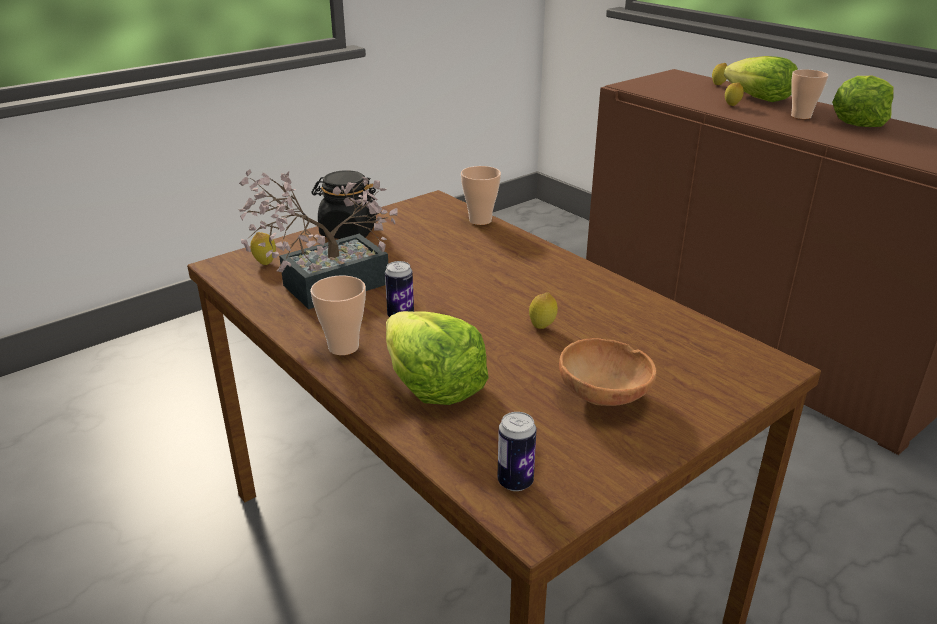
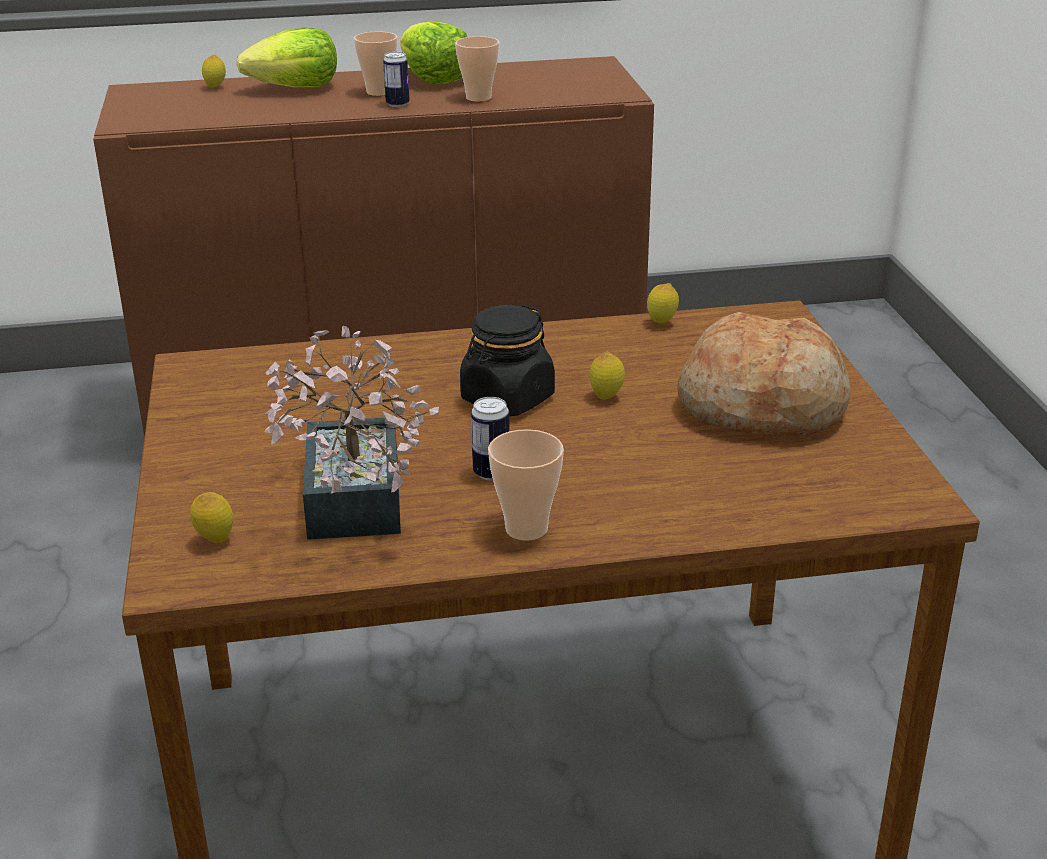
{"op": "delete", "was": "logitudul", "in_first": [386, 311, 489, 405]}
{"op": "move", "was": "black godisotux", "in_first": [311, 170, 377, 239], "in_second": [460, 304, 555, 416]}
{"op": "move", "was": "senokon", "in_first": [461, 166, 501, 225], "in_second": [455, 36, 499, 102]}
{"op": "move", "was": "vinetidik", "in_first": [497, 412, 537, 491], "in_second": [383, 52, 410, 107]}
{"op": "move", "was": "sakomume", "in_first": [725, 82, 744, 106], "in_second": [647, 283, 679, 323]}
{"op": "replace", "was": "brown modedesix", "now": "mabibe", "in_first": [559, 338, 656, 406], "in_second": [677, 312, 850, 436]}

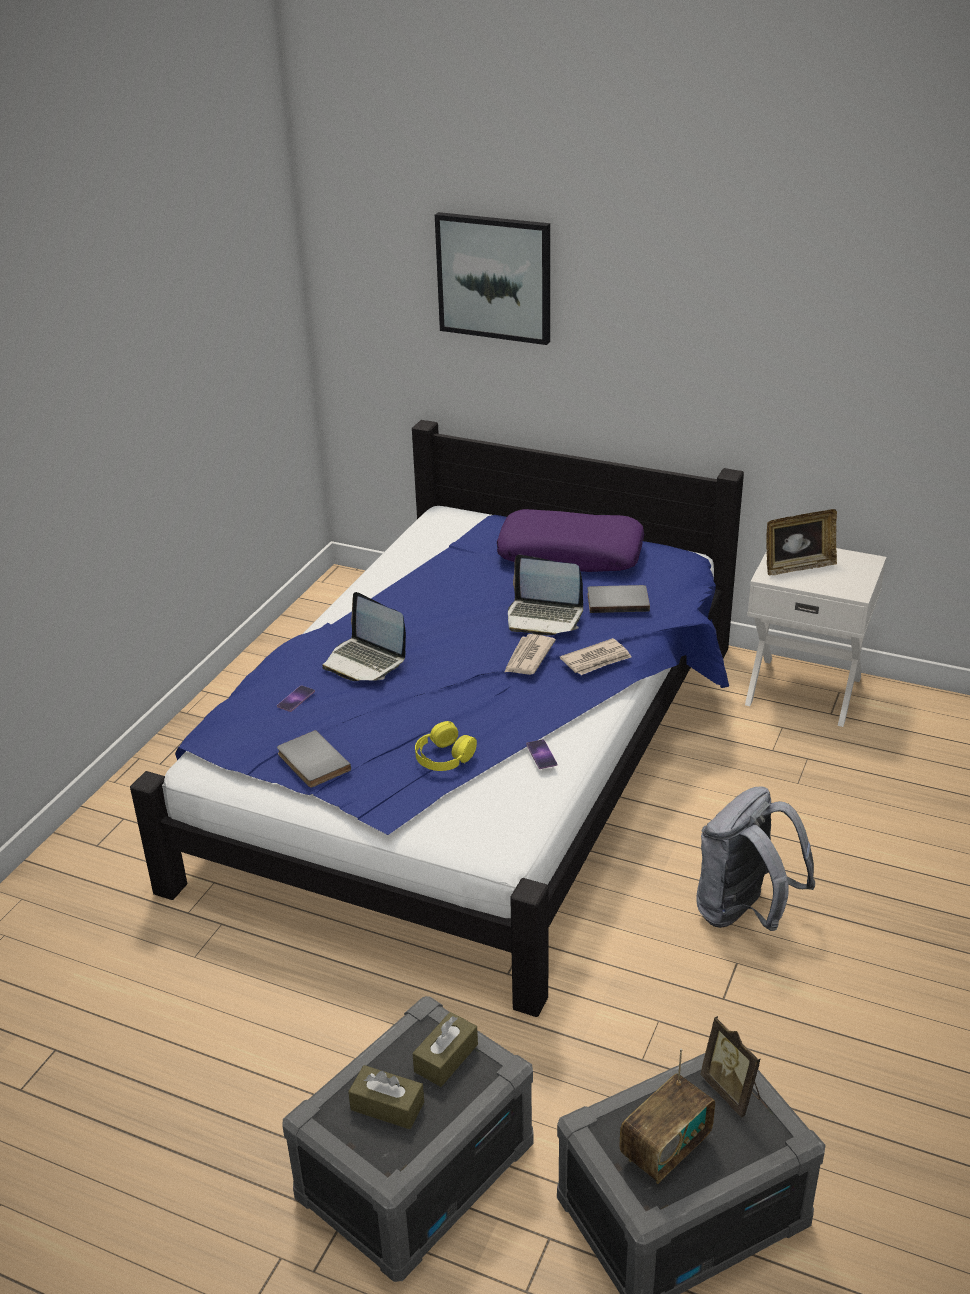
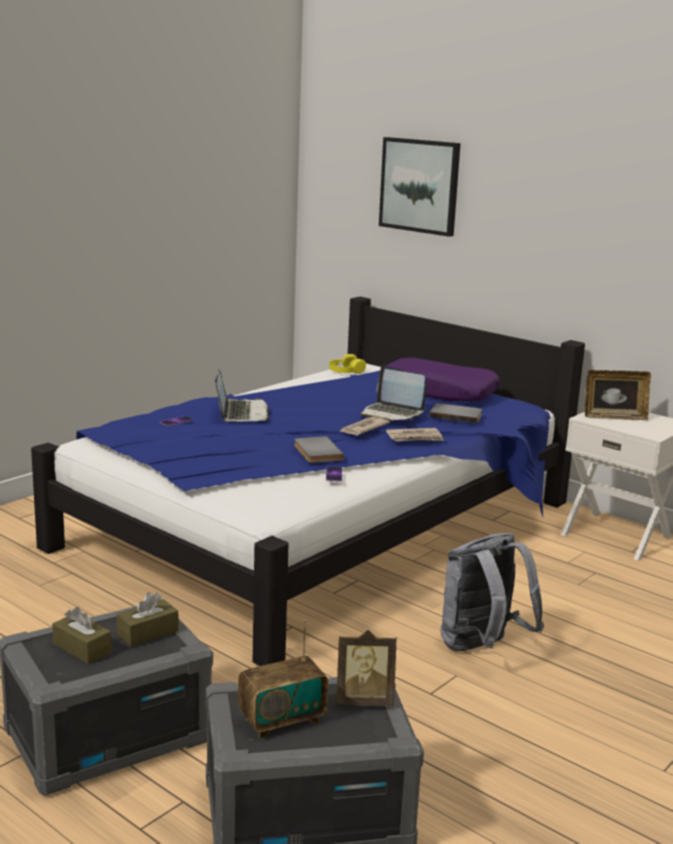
{"op": "move", "was": "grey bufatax", "in_first": [277, 730, 351, 787], "in_second": [294, 436, 344, 463]}
{"op": "move", "was": "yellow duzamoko", "in_first": [415, 721, 477, 771], "in_second": [329, 354, 366, 374]}
{"op": "rotate", "was": "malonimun", "in_first": [322, 592, 406, 681], "in_second": [215, 369, 270, 422], "clockwise": -150}
{"op": "rotate", "was": "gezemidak", "in_first": [700, 1016, 761, 1118], "in_second": [336, 630, 397, 706], "clockwise": -75}

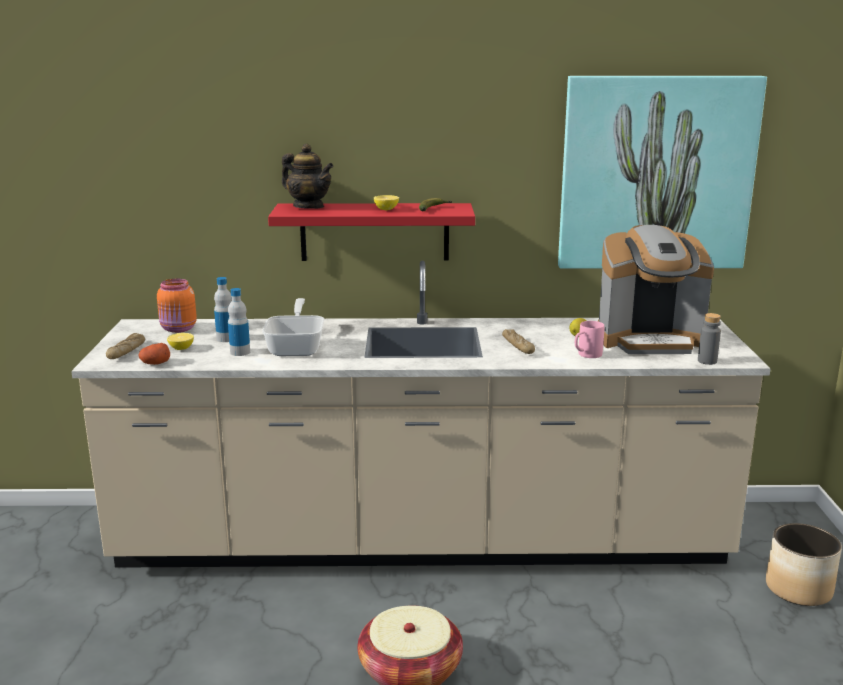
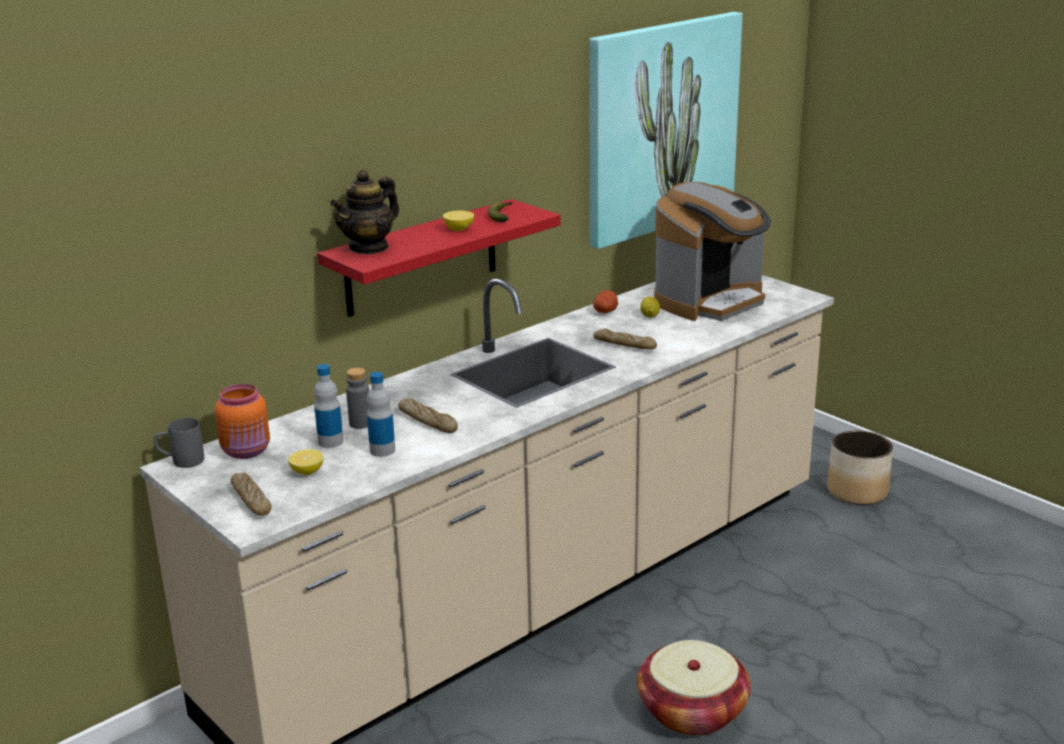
{"op": "delete", "was": "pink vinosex", "in_first": [575, 321, 604, 358]}
{"op": "insert", "now": "grey vinosex", "in_second": [153, 418, 204, 468]}
{"op": "move", "was": "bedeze", "in_first": [138, 343, 170, 365], "in_second": [593, 290, 618, 313]}
{"op": "move", "was": "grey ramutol", "in_first": [698, 313, 721, 365], "in_second": [346, 368, 369, 429]}
{"op": "replace", "was": "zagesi", "now": "mabibe", "in_first": [262, 298, 324, 356], "in_second": [398, 398, 458, 433]}
{"op": "rotate", "was": "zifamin", "in_first": [282, 144, 334, 209], "in_second": [330, 170, 399, 255], "clockwise": 135}

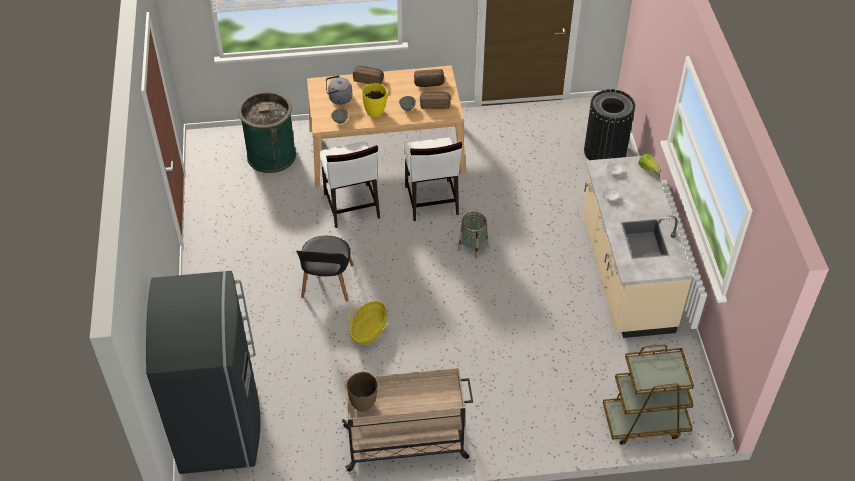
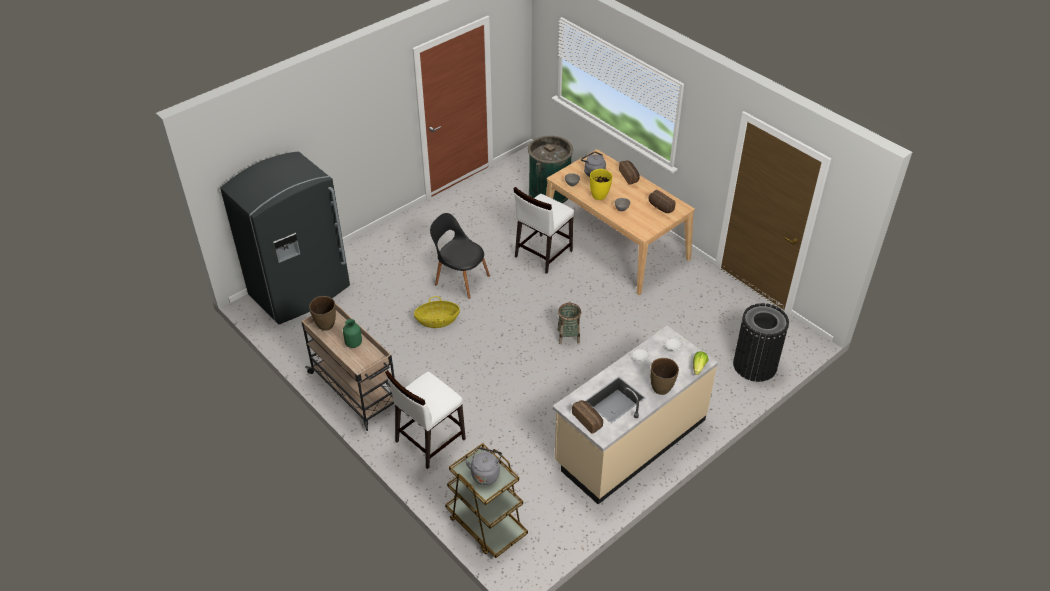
{"op": "insert", "now": "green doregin", "in_second": [343, 319, 362, 348]}
{"op": "insert", "now": "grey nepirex", "in_second": [465, 447, 502, 485]}
{"op": "insert", "now": "brown doregin", "in_second": [650, 358, 679, 395]}
{"op": "move", "was": "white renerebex", "in_first": [403, 137, 462, 221], "in_second": [385, 370, 466, 469]}
{"op": "move", "was": "mabibe", "in_first": [420, 92, 451, 109], "in_second": [572, 400, 603, 434]}
{"op": "rotate", "was": "black renerebex", "in_first": [296, 236, 354, 302], "in_second": [430, 213, 490, 299], "clockwise": 60}

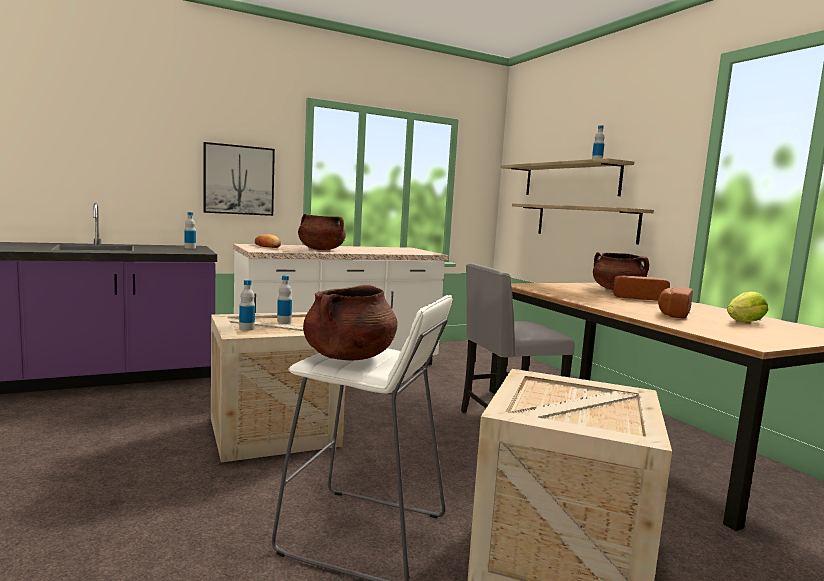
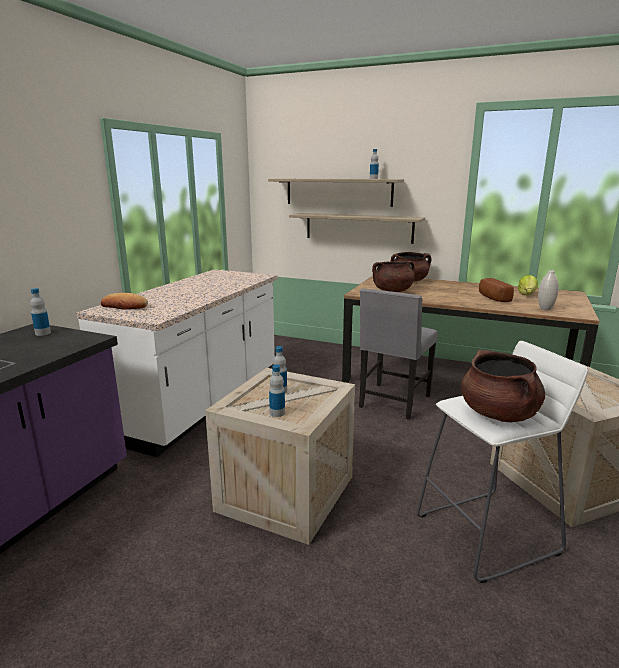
{"op": "delete", "was": "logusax", "in_first": [203, 142, 275, 216]}
{"op": "delete", "was": "mabibe", "in_first": [613, 275, 670, 301]}
{"op": "insert", "now": "white doregin", "in_second": [538, 270, 559, 310]}
{"op": "move", "was": "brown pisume", "in_first": [298, 214, 346, 250], "in_second": [372, 261, 415, 292]}

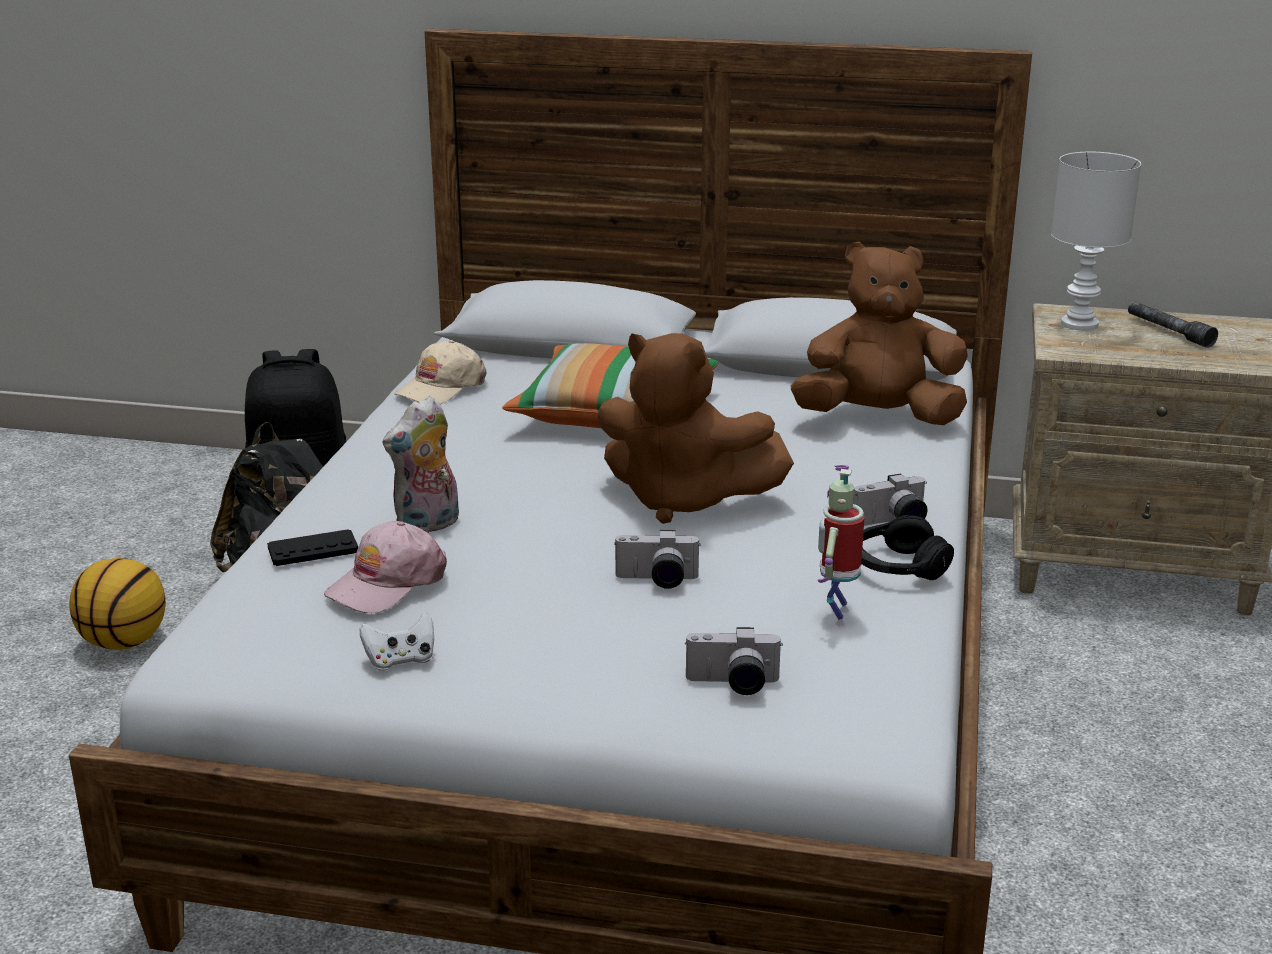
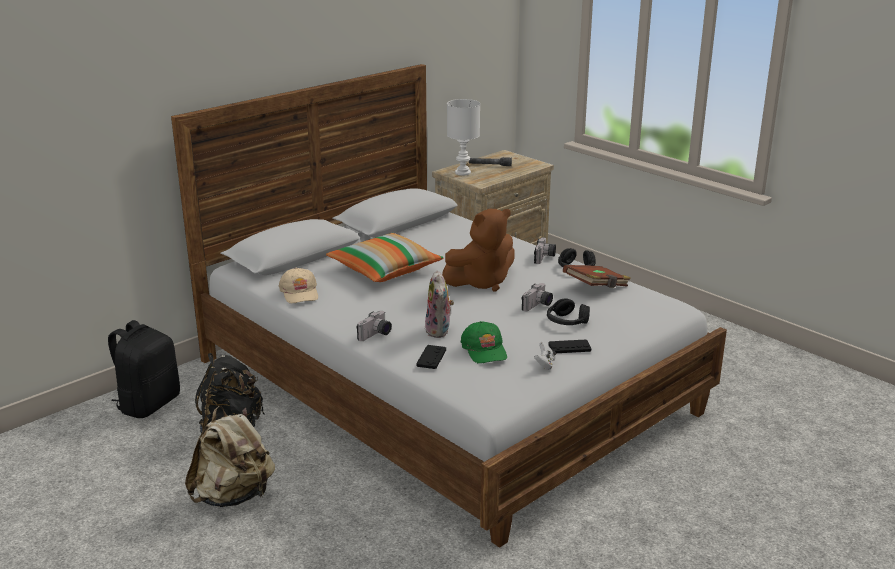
{"op": "delete", "was": "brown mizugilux", "in_first": [791, 242, 968, 425]}
{"op": "insert", "now": "black duzamoko", "in_second": [547, 298, 590, 325]}
{"op": "insert", "now": "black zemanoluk", "in_second": [548, 340, 591, 353]}
{"op": "move", "was": "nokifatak", "in_first": [685, 627, 783, 695], "in_second": [356, 311, 392, 341]}
{"op": "replace", "was": "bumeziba", "now": "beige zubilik", "in_first": [69, 558, 166, 650], "in_second": [185, 406, 275, 507]}
{"op": "replace", "was": "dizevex", "now": "brown bufatax", "in_first": [817, 465, 864, 626], "in_second": [563, 265, 631, 288]}
{"op": "recolor", "was": "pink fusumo", "now": "green fusumo", "in_first": [324, 521, 447, 613], "in_second": [460, 321, 507, 363]}

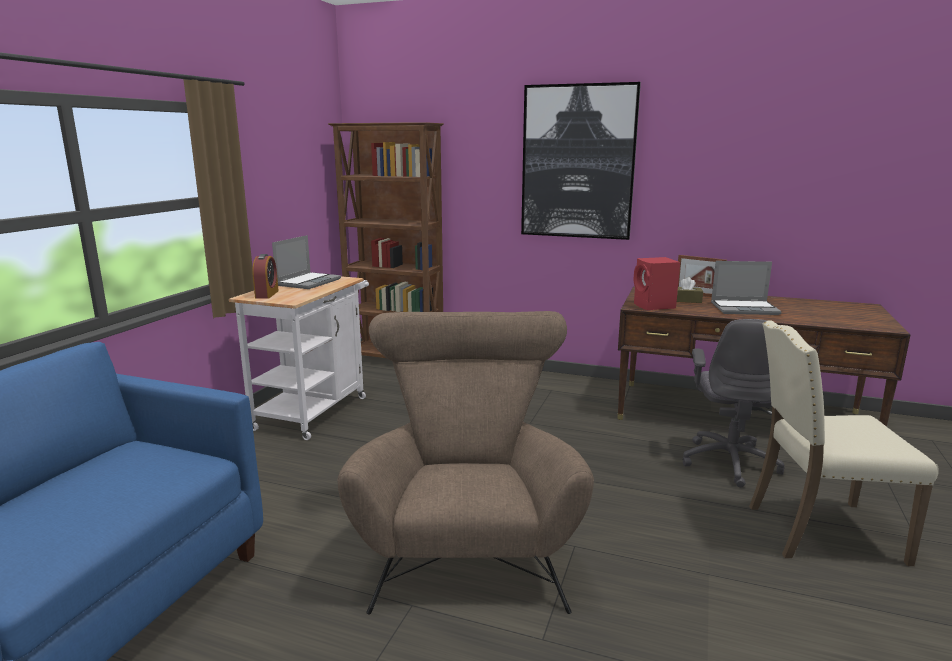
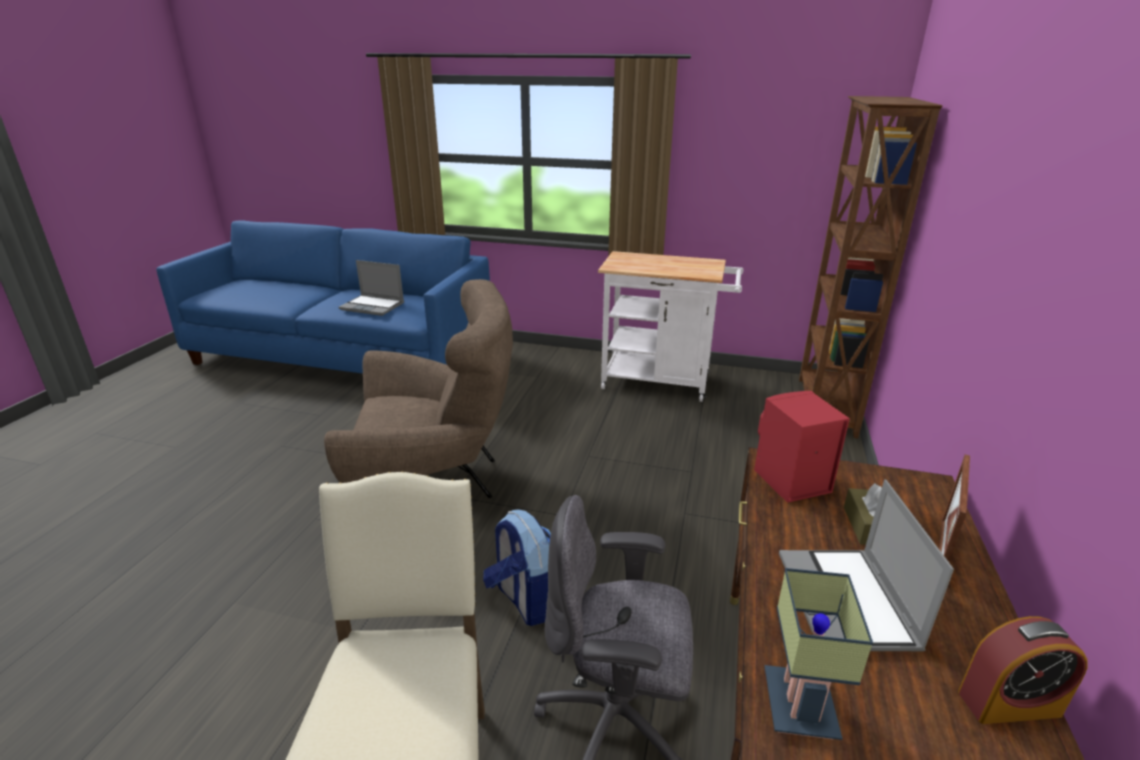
{"op": "delete", "was": "logusax", "in_first": [521, 82, 641, 240]}
{"op": "insert", "now": "zubilik", "in_second": [483, 510, 551, 626]}
{"op": "insert", "now": "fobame", "in_second": [764, 568, 873, 740]}
{"op": "move", "was": "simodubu", "in_first": [252, 254, 279, 299], "in_second": [958, 616, 1088, 724]}
{"op": "move", "was": "malonimun", "in_first": [272, 235, 341, 289], "in_second": [339, 260, 404, 316]}

